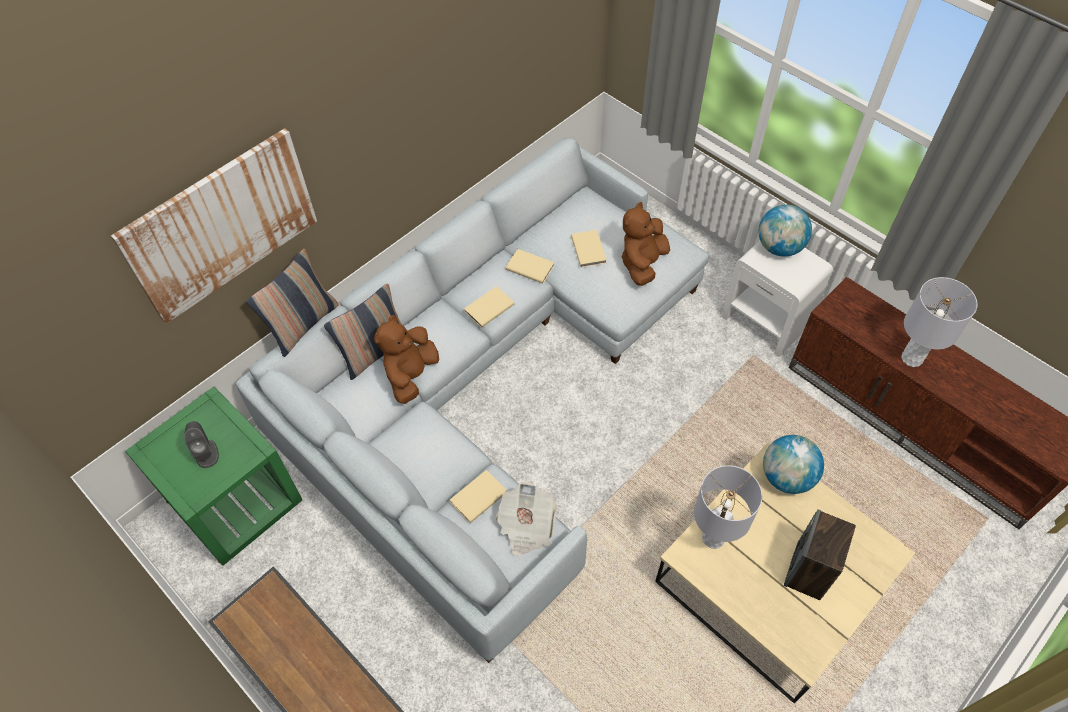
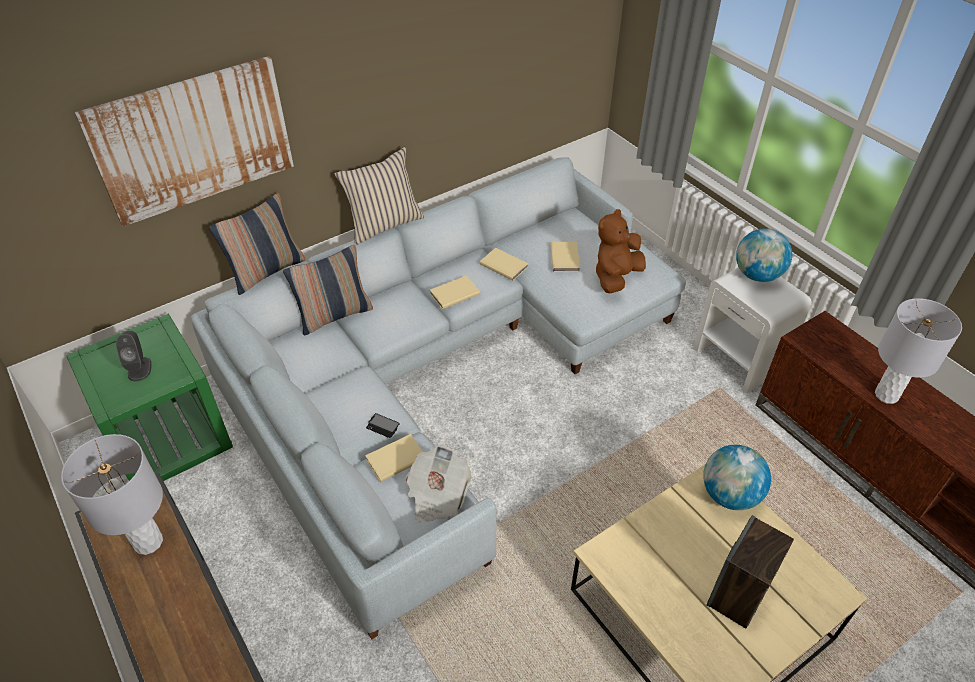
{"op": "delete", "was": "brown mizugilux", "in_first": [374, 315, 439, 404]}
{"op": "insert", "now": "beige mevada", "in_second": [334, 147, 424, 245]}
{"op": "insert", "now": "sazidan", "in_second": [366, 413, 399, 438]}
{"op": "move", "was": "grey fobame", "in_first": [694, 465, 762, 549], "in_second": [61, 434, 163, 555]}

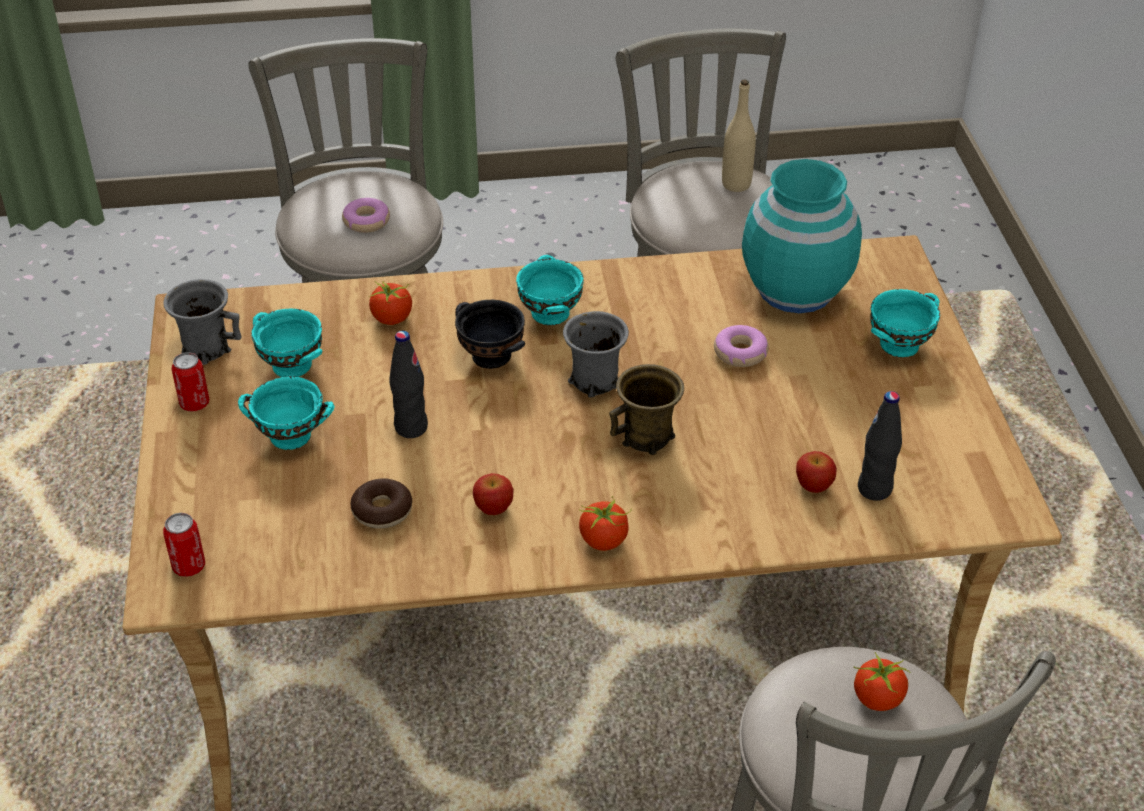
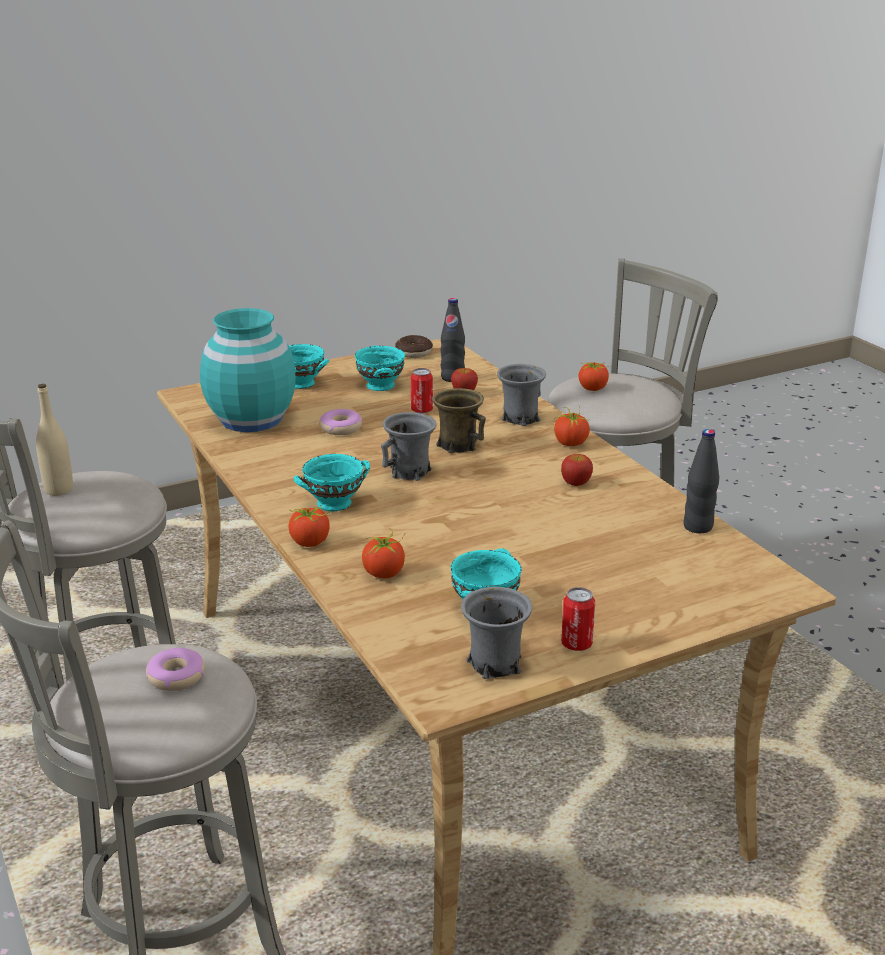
{"op": "delete", "was": "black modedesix", "in_first": [455, 300, 525, 369]}
{"op": "insert", "now": "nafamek", "in_second": [289, 505, 330, 547]}
{"op": "insert", "now": "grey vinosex", "in_second": [497, 364, 546, 426]}
{"op": "move", "was": "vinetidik", "in_first": [163, 513, 205, 577], "in_second": [411, 368, 433, 414]}
{"op": "move", "was": "turquoise modedesix", "in_first": [238, 376, 335, 450], "in_second": [355, 346, 405, 391]}
{"op": "move", "was": "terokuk", "in_first": [350, 478, 412, 529], "in_second": [395, 335, 433, 358]}
{"op": "move", "was": "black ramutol", "in_first": [389, 331, 428, 438], "in_second": [683, 429, 719, 533]}

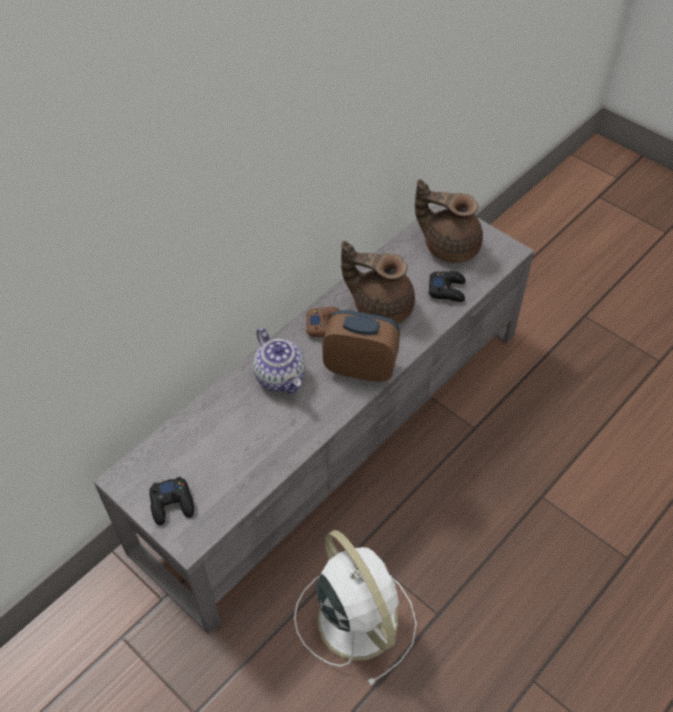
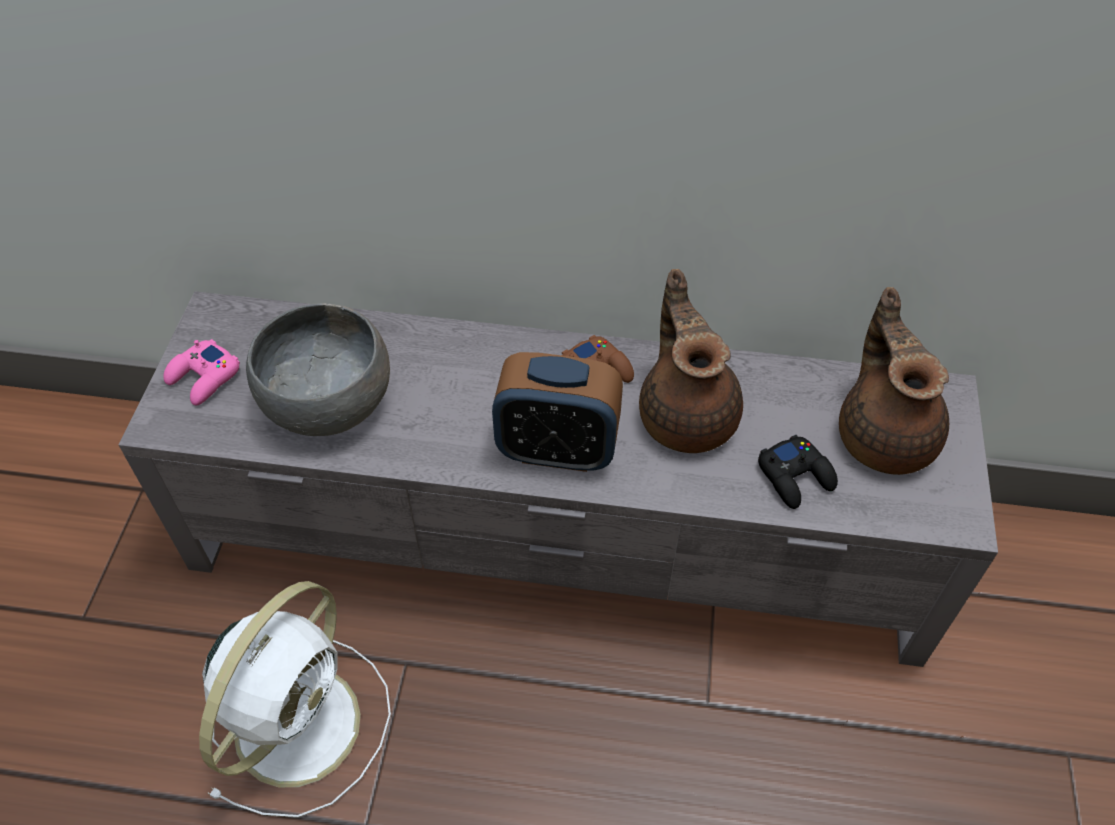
{"op": "delete", "was": "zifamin", "in_first": [253, 328, 306, 394]}
{"op": "insert", "now": "grey modedesix", "in_second": [246, 303, 390, 436]}
{"op": "recolor", "was": "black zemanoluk", "now": "pink zemanoluk", "in_first": [149, 476, 194, 525], "in_second": [163, 339, 240, 406]}
{"op": "rotate", "was": "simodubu", "in_first": [322, 310, 400, 382], "in_second": [492, 352, 623, 472], "clockwise": 120}

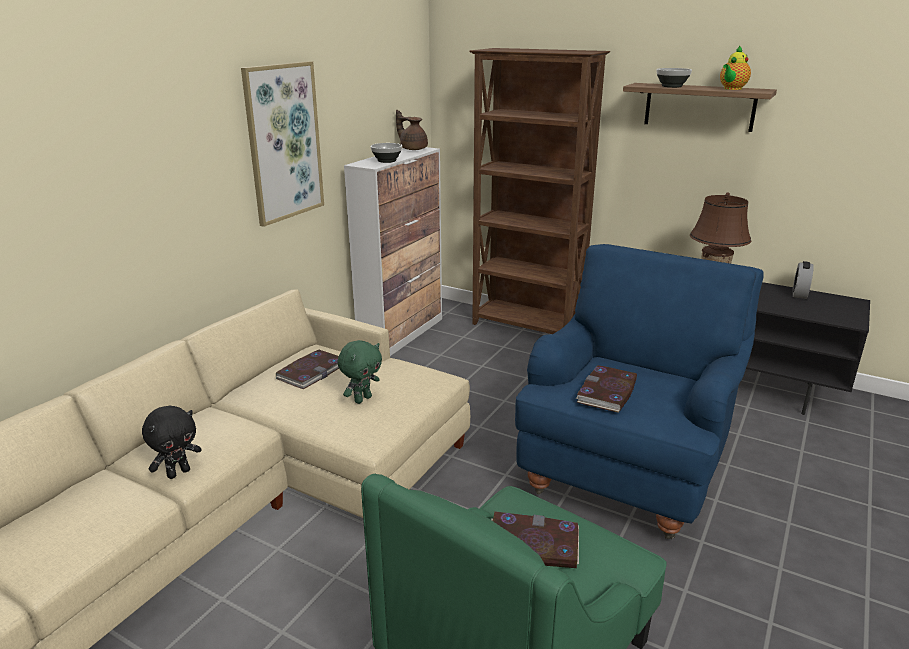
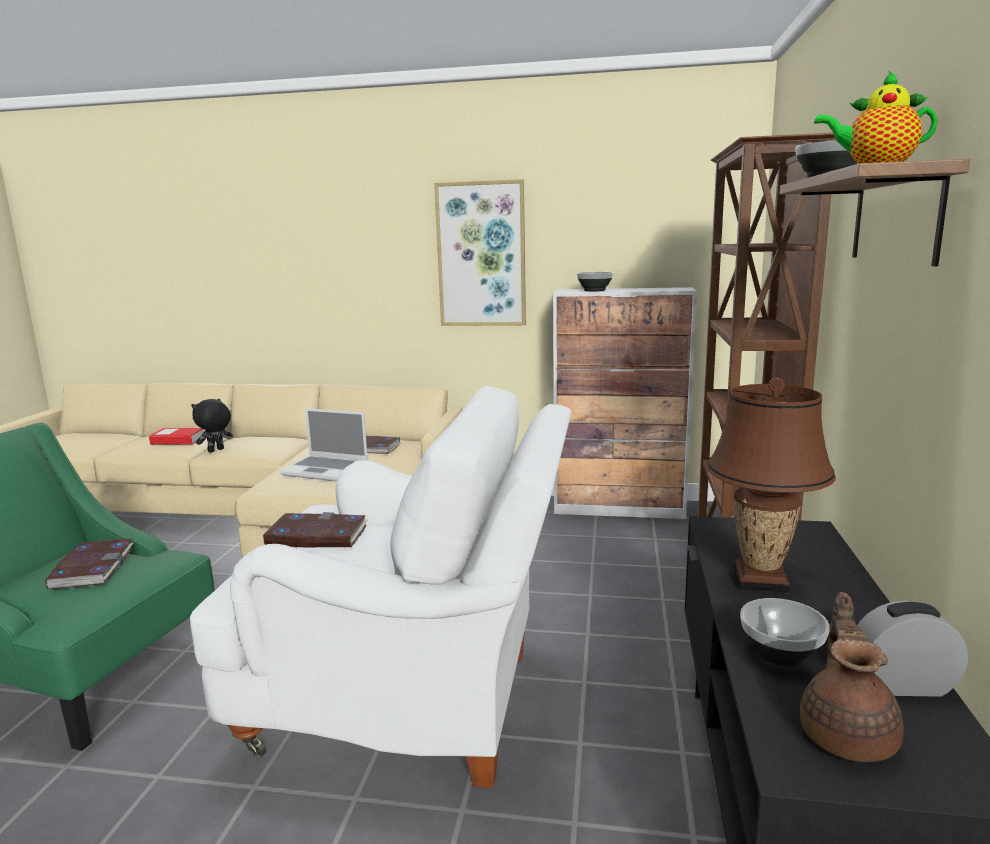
{"op": "insert", "now": "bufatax", "in_second": [149, 428, 204, 445]}
{"op": "insert", "now": "modedesix", "in_second": [740, 598, 830, 666]}
{"op": "move", "was": "brown zifamin", "in_first": [396, 110, 428, 150], "in_second": [800, 592, 904, 762]}
{"op": "replace", "was": "green mizugilux", "now": "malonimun", "in_first": [337, 340, 382, 404], "in_second": [280, 408, 368, 482]}
{"op": "recolor", "was": "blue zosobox", "now": "white zosobox", "in_first": [515, 244, 764, 539], "in_second": [190, 386, 571, 788]}
{"op": "rotate", "was": "black mizugilux", "in_first": [142, 406, 202, 479], "in_second": [191, 399, 233, 453], "clockwise": 105}

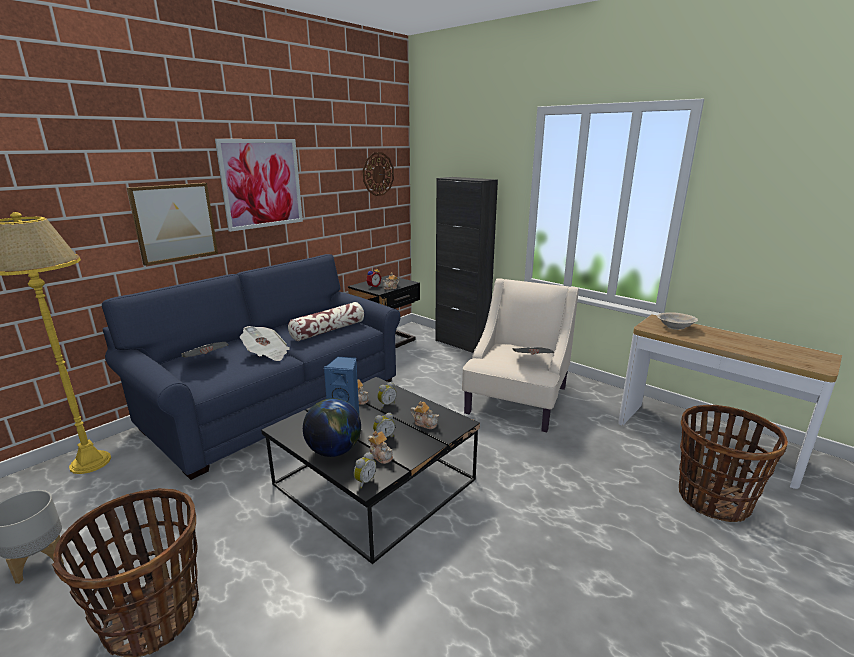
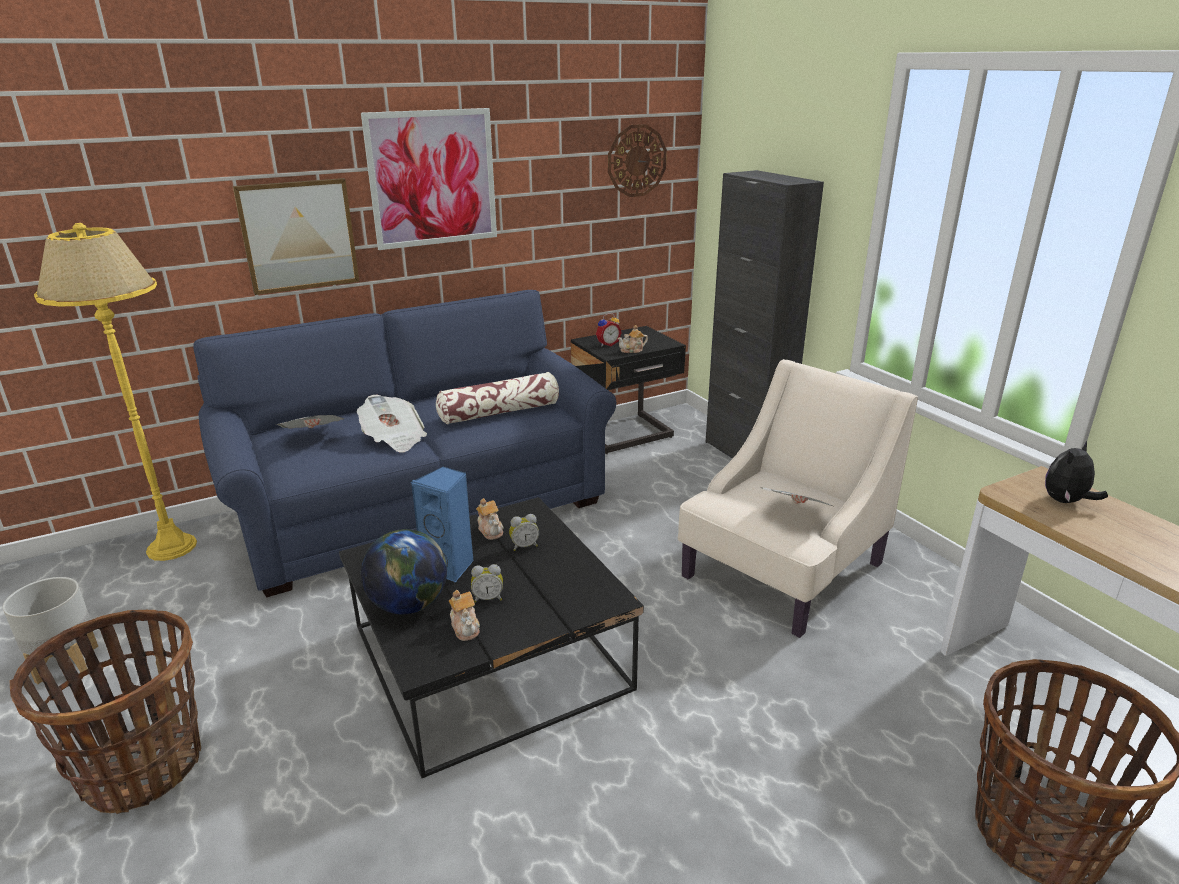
{"op": "delete", "was": "simodubu", "in_first": [354, 452, 376, 488]}
{"op": "delete", "was": "zifamin", "in_first": [410, 401, 439, 429]}
{"op": "replace", "was": "beige modedesix", "now": "mizugilux", "in_first": [657, 312, 698, 330], "in_second": [1045, 441, 1108, 503]}

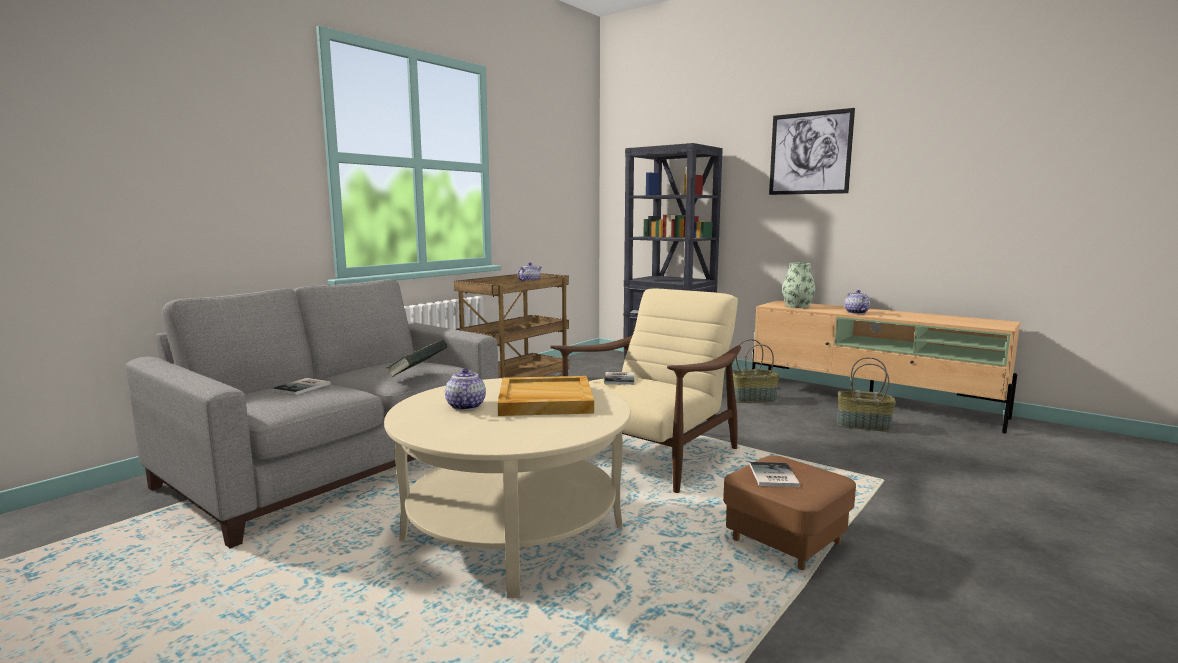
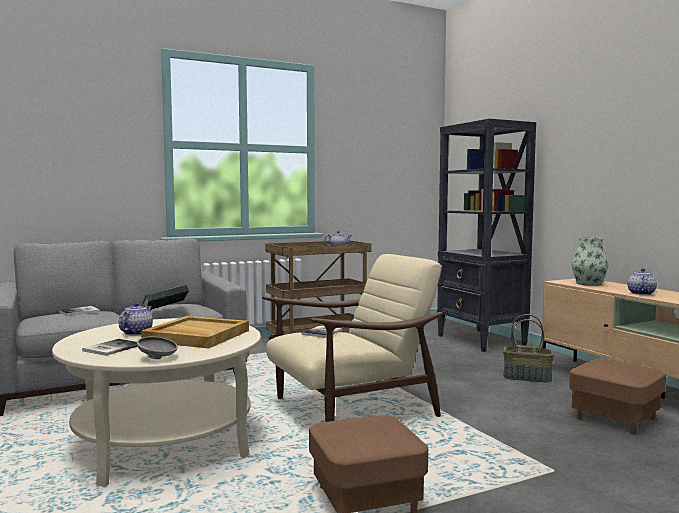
{"op": "delete", "was": "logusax", "in_first": [769, 108, 855, 195]}
{"op": "insert", "now": "grey modedesix", "in_second": [137, 337, 178, 359]}
{"op": "move", "was": "bufatax", "in_first": [750, 462, 800, 487], "in_second": [82, 339, 138, 356]}
{"op": "replace", "was": "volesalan", "now": "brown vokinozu", "in_first": [837, 357, 896, 432], "in_second": [569, 359, 666, 434]}

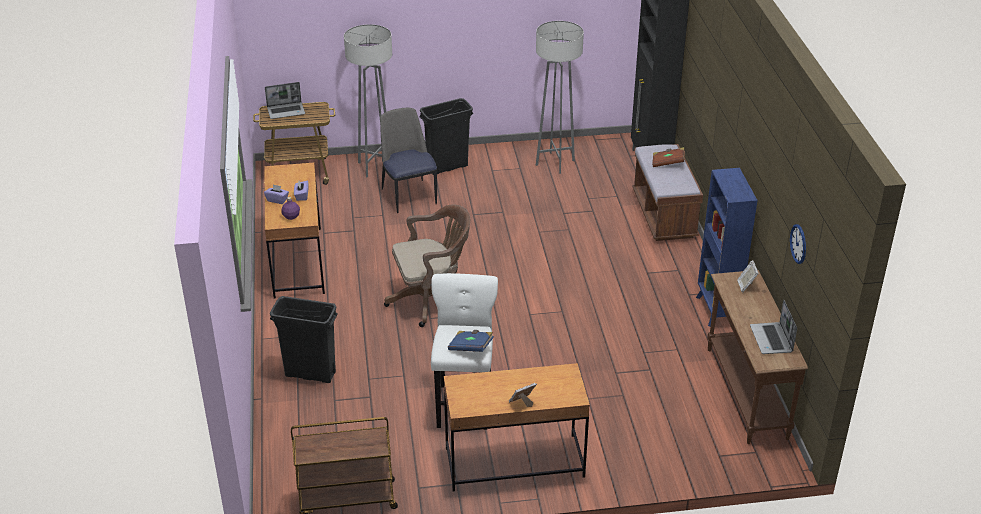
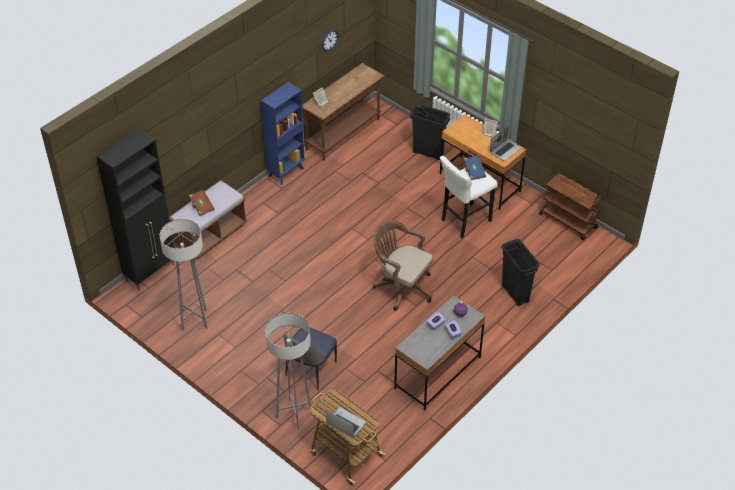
{"op": "move", "was": "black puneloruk", "in_first": [420, 98, 473, 175], "in_second": [410, 104, 451, 160]}
{"op": "move", "was": "malonimun", "in_first": [750, 300, 797, 354], "in_second": [490, 126, 521, 161]}
{"op": "recolor", "was": "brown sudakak", "now": "grey sudakak", "in_first": [265, 163, 325, 298], "in_second": [394, 296, 485, 411]}

